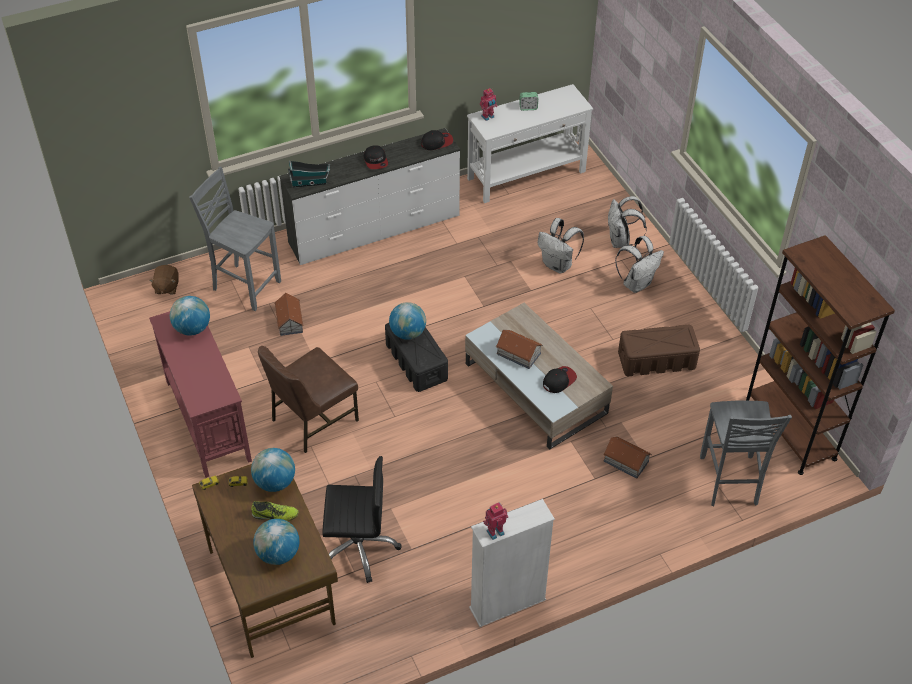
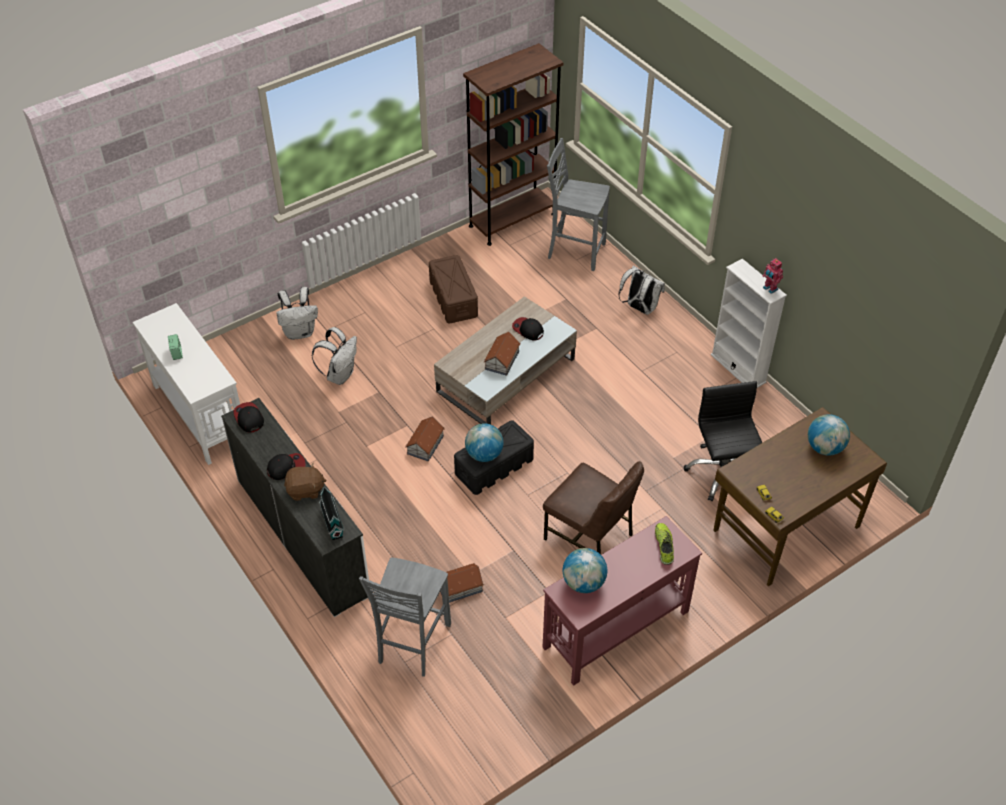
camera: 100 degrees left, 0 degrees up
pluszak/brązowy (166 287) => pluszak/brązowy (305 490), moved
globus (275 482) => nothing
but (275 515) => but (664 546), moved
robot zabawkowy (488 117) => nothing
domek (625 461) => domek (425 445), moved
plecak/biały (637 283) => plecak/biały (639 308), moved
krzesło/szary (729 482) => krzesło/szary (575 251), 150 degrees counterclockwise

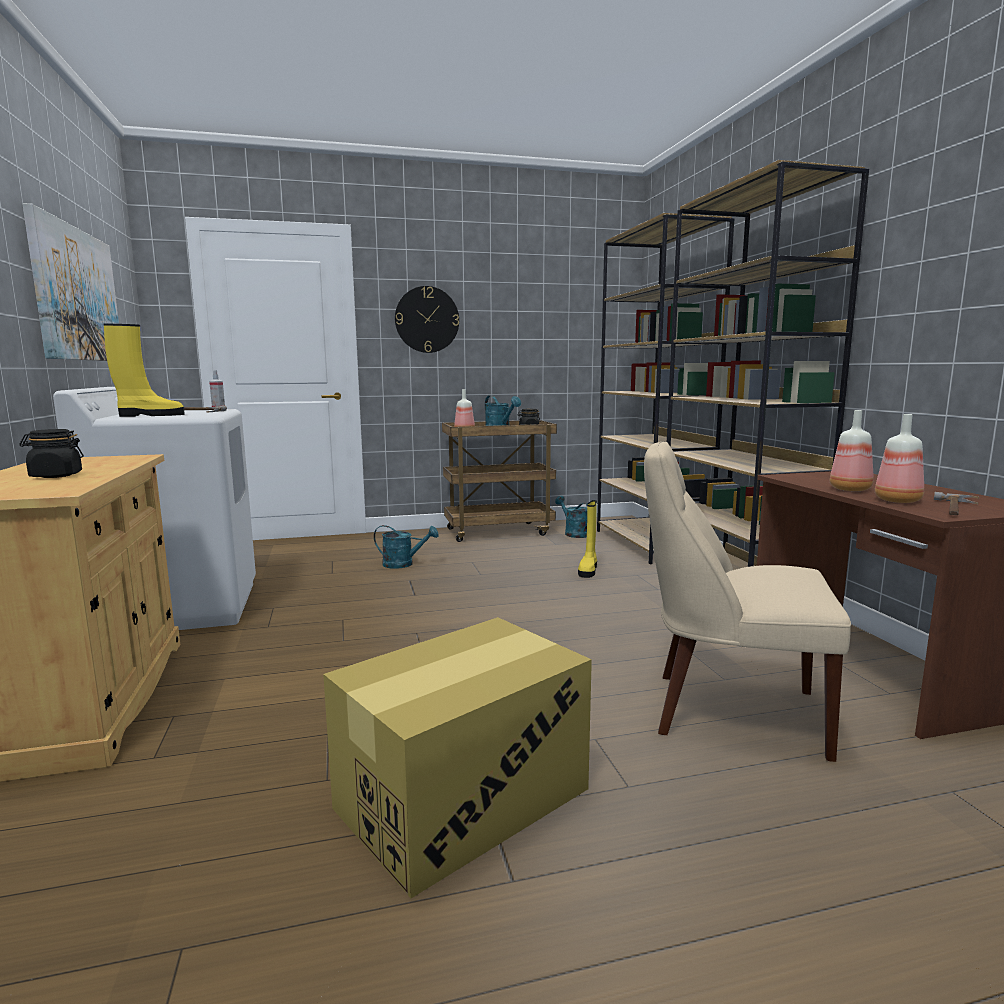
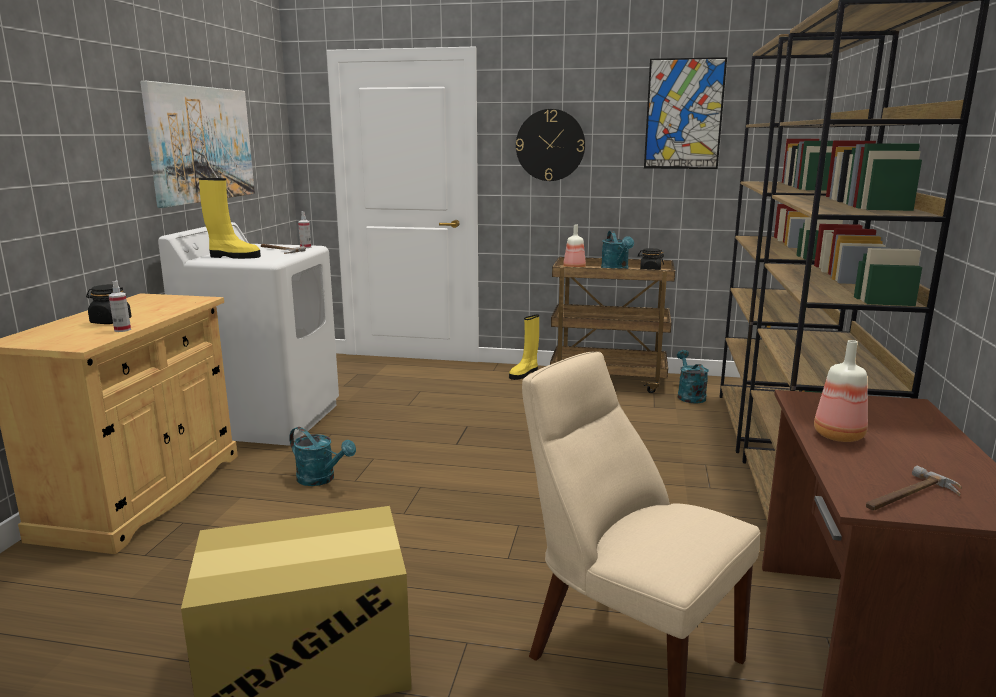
camera: 25 degrees right, 5 degrees up
konewka/turkusowy (403 564) => konewka/turkusowy (321 479), moved
but z cholewką/żółty (588 570) => but z cholewką/żółty (524 374), moved
butelka (899 500) => nothing
nothing => spryskiwacz (122 330)
nothing => obraz (684 114)

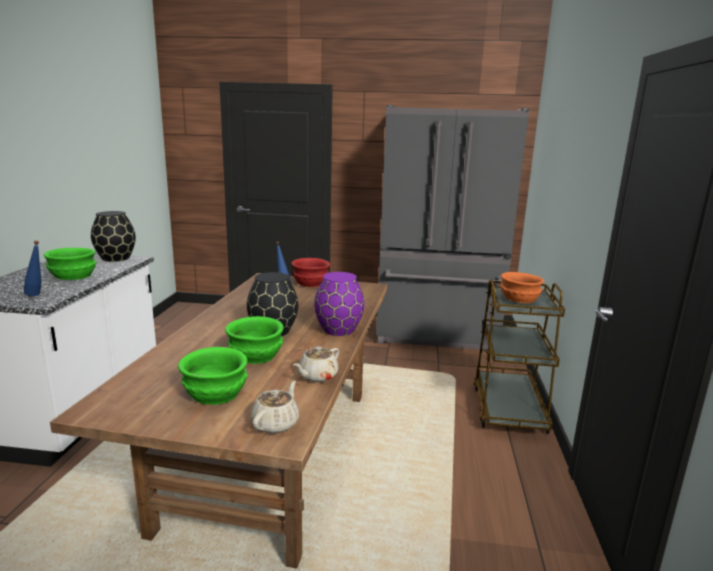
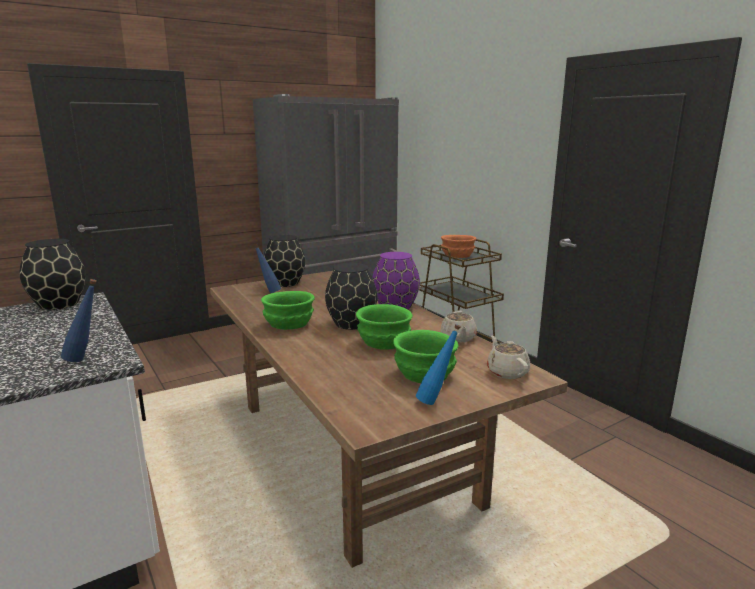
camera: 40 degrees left, 0 degrees up
miska/zielony (73 276) => miska/zielony (288 325), moved
miska/czerwony (310 283) => wazon/czarny (285 283)
nothing => butelka/niebieski (436 401)

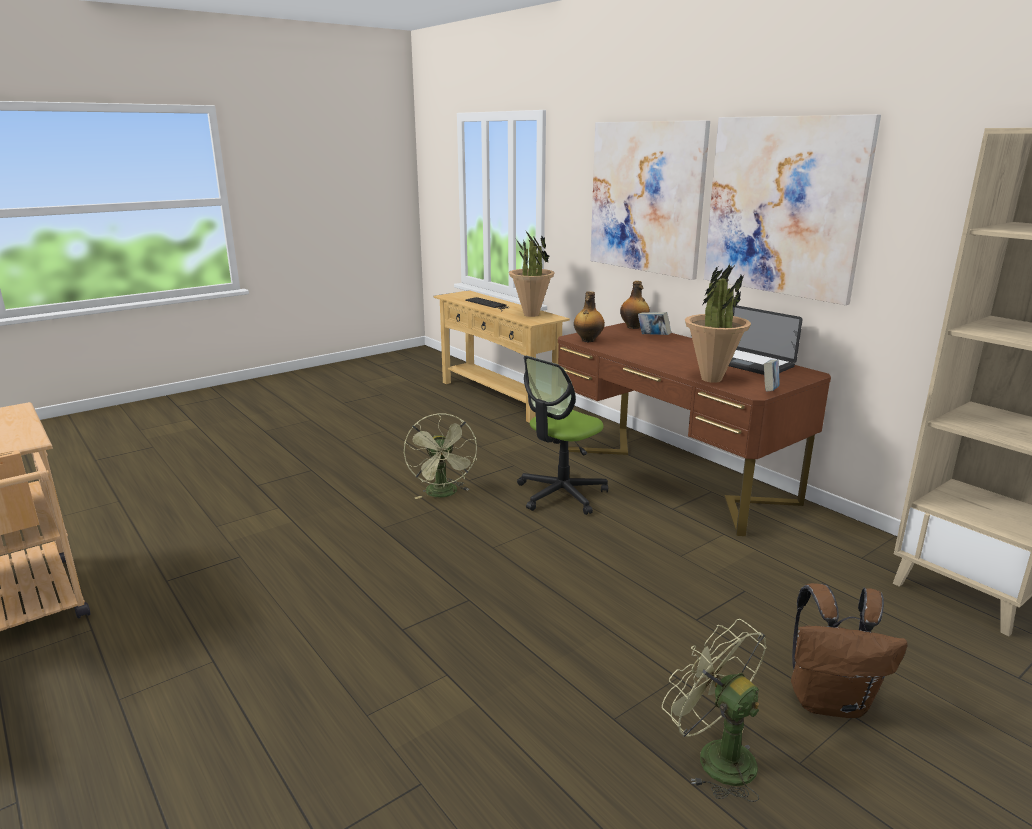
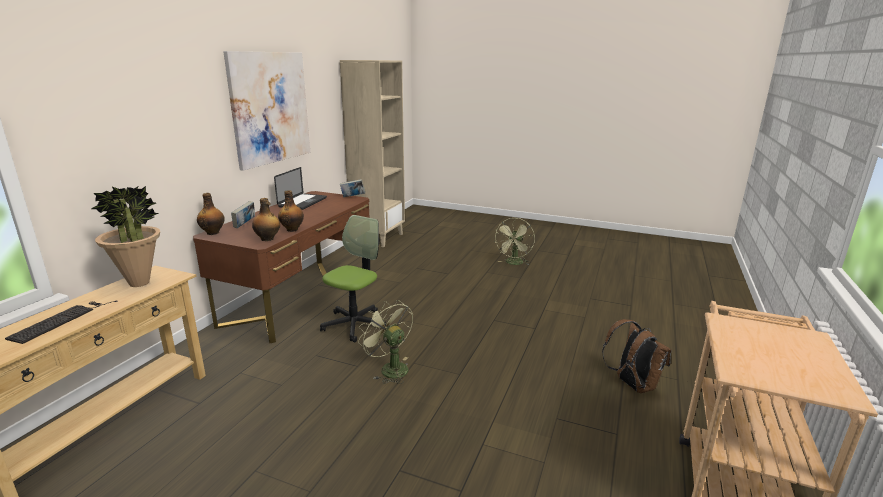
camera: 120 degrees left, 0 degrees up
wentylator/zielony (444 494) => wentylator/zielony (389 368), 90 degrees counterclockwise
krzesło biurowe (561 494) => krzesło biurowe (355 324), 75 degrees counterclockwise
obraz (646 197) => nothing
roślina doniczkowa (711 379) => nothing
plecak/brązowy (830 701) => plecak/brązowy (632 385), moved
nothing => butelka (292 229)

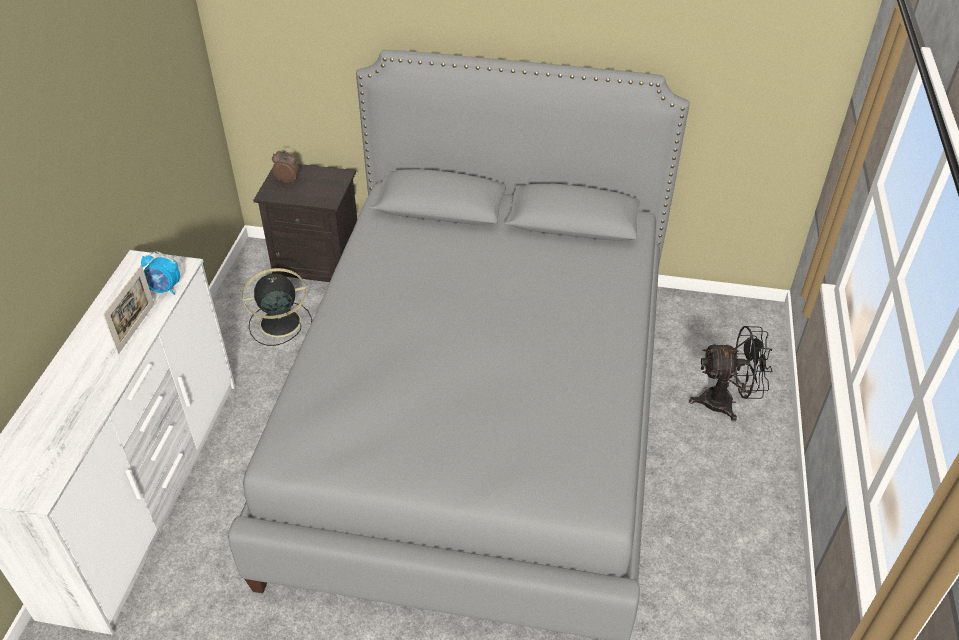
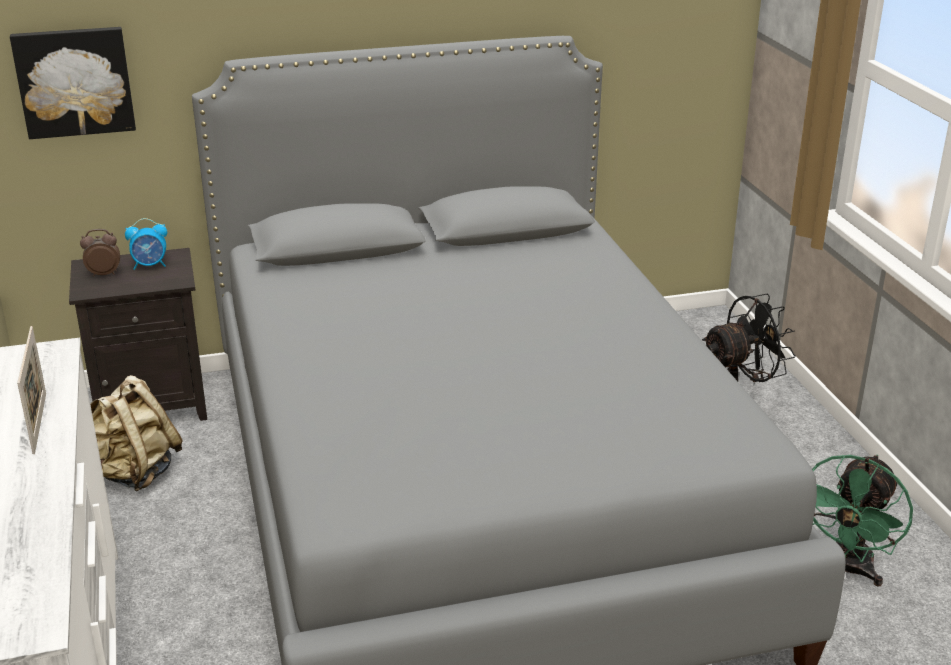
camera: 25 degrees left, 15 degrees down
budzik (165 289) => budzik (150 265), moved
wentylator/czarny (278 323) => plecak/beżowy (133 473)
nothing => obraz (74 81)
nothing => wentylator/zielony (846 569)

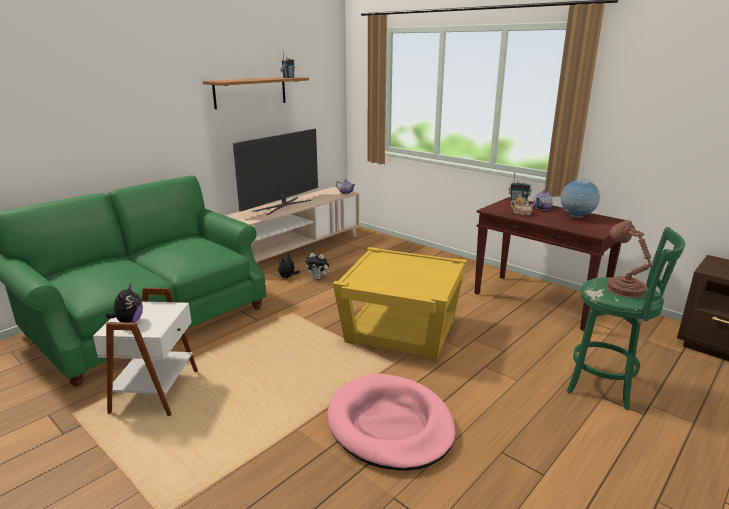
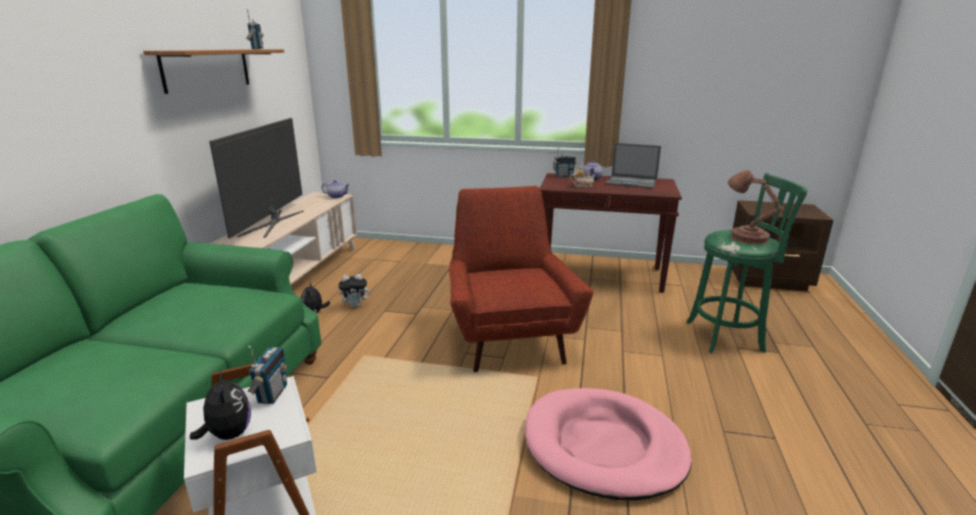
camera: 30 degrees left, 0 degrees up
stolik/żółty (401 331) => fotel/czerwony (509 340)
globus (576 217) => laptop (632 182)
nothing => radio (272 394)

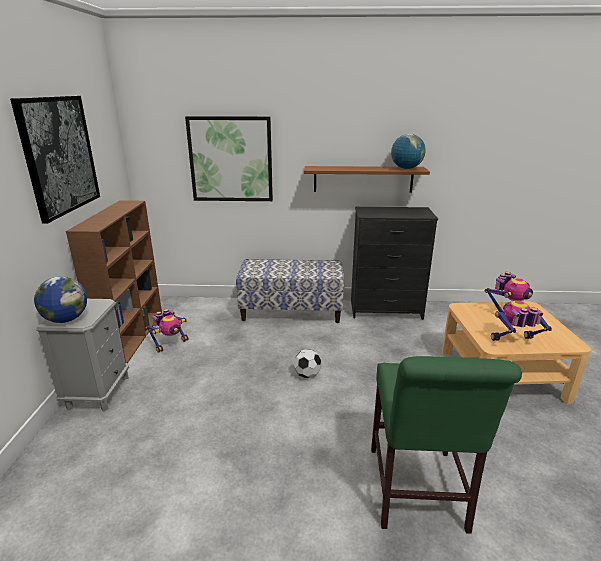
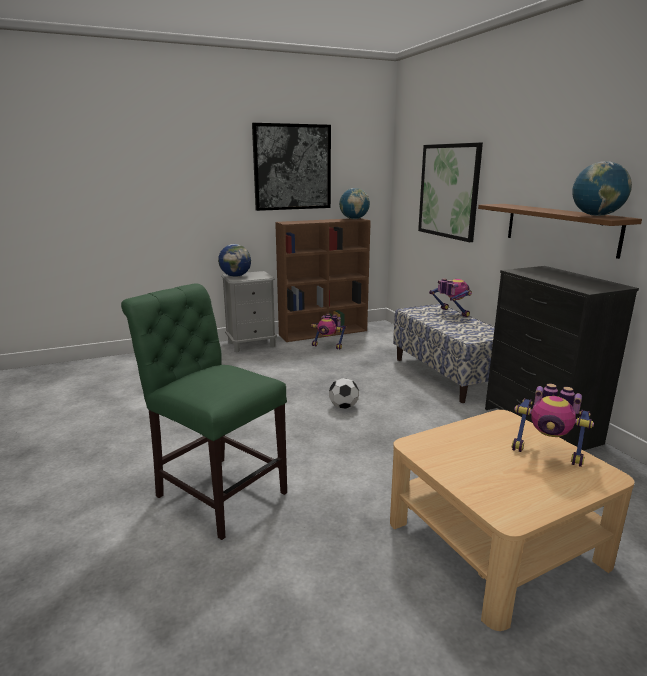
camera: 65 degrees right, 5 degrees down
krzesło/zielony (416 493) => krzesło/zielony (217 491), 60 degrees clockwise
robot zabawkowy (514 342) => robot zabawkowy (451 313), moved
nothing => globus (354 219)

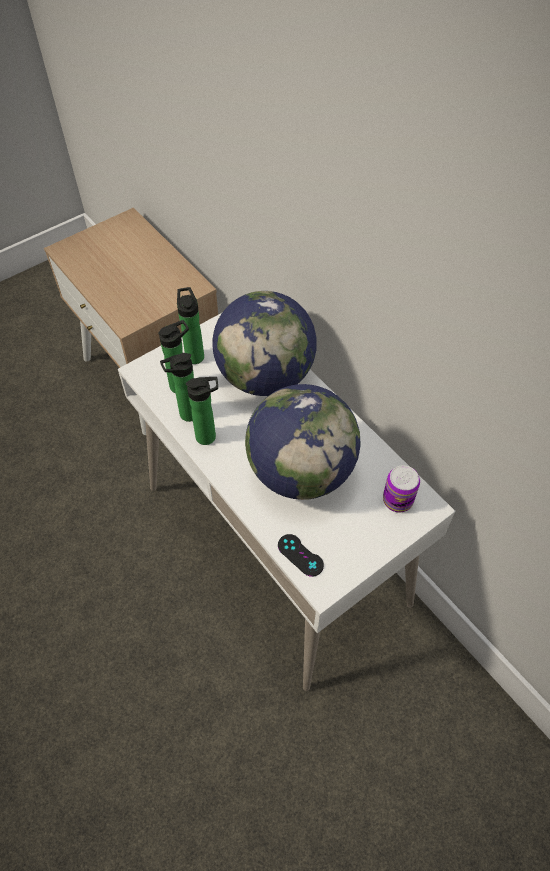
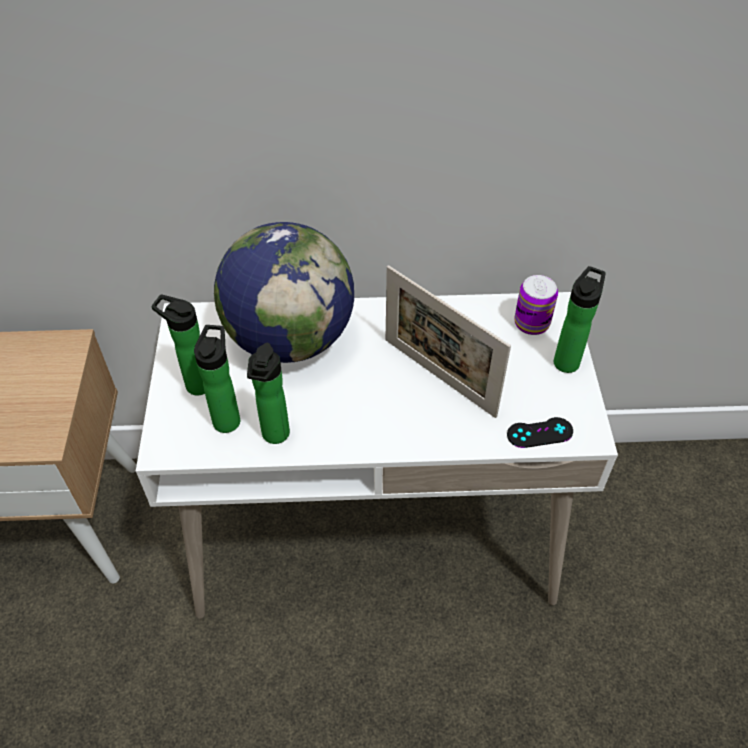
camera: 55 degrees left, 5 degrees down
butelka (209 436) => butelka (568 360), moved
globus (300 471) => ramka na zdjęcie (439 377)

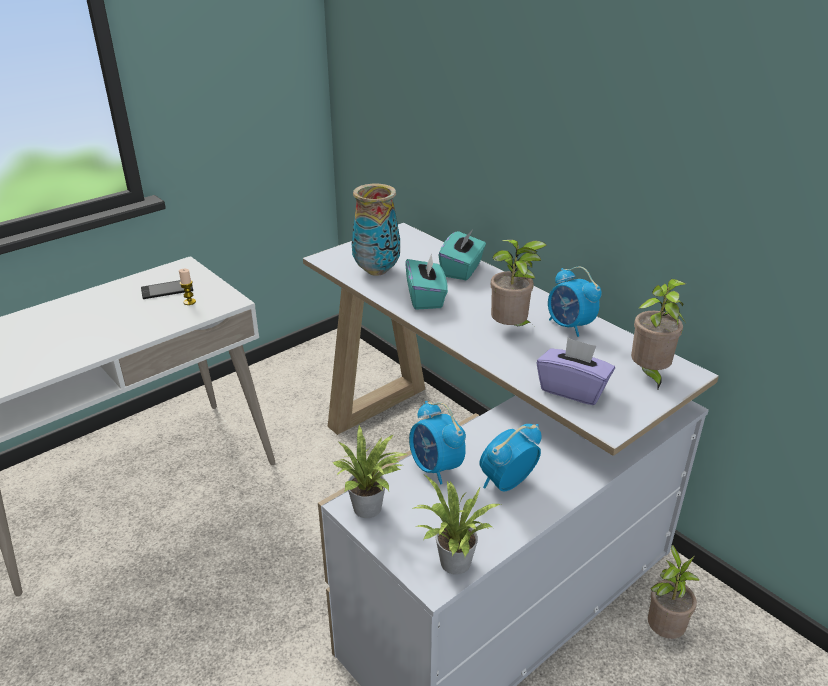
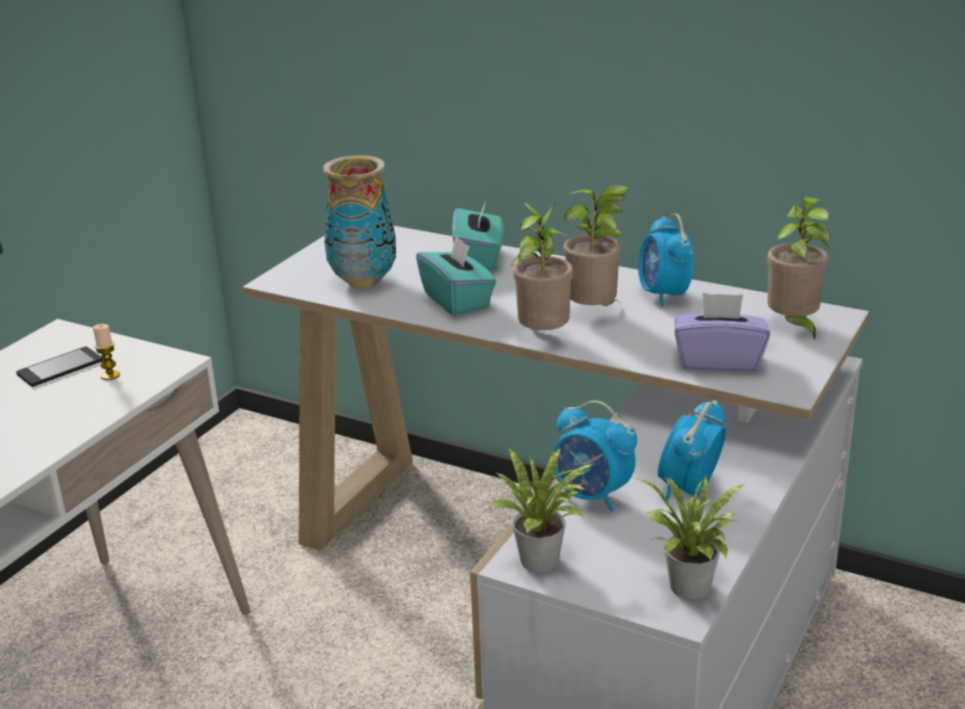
camera: 20 degrees left, 5 degrees down
budzik (569 326) => budzik (664 295), 45 degrees clockwise
roślina doniczkowa (663 630) => roślina doniczkowa (542 337), moved

